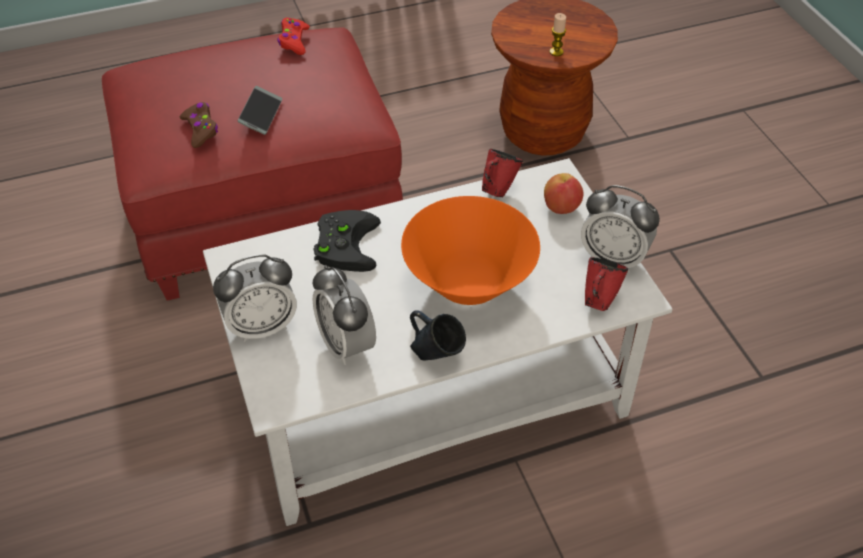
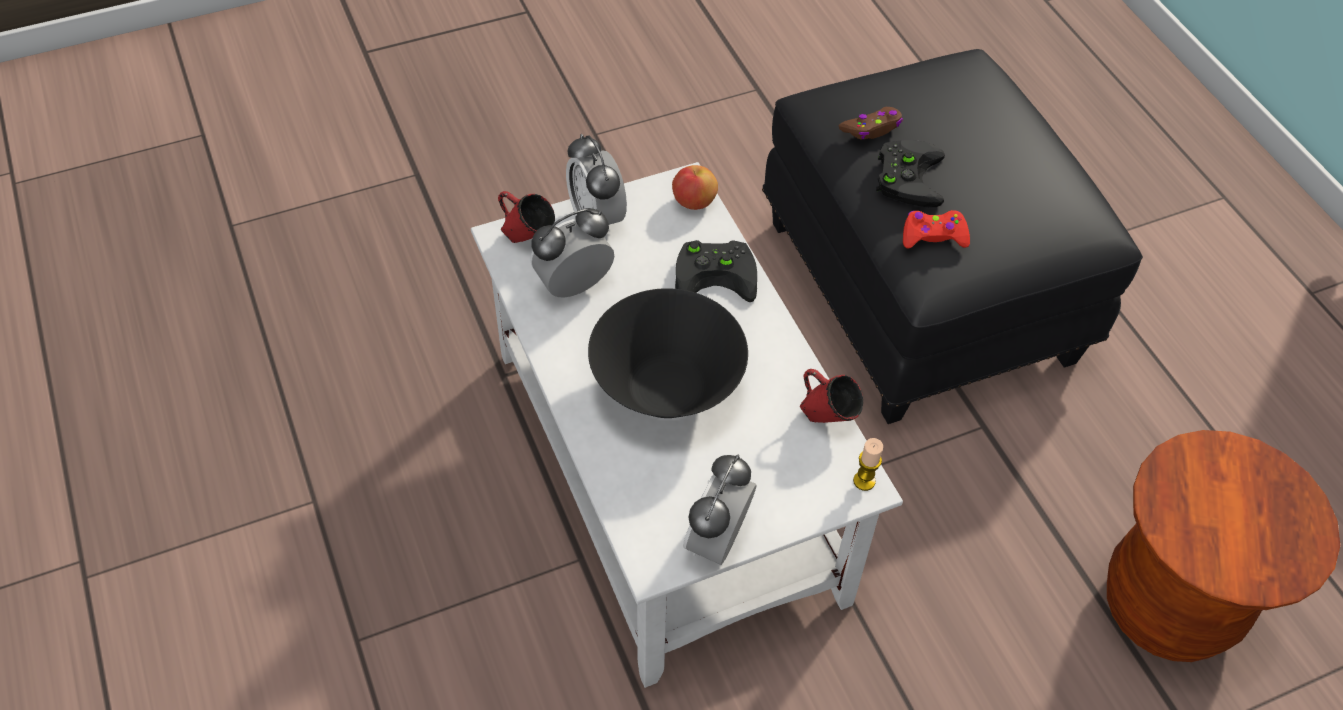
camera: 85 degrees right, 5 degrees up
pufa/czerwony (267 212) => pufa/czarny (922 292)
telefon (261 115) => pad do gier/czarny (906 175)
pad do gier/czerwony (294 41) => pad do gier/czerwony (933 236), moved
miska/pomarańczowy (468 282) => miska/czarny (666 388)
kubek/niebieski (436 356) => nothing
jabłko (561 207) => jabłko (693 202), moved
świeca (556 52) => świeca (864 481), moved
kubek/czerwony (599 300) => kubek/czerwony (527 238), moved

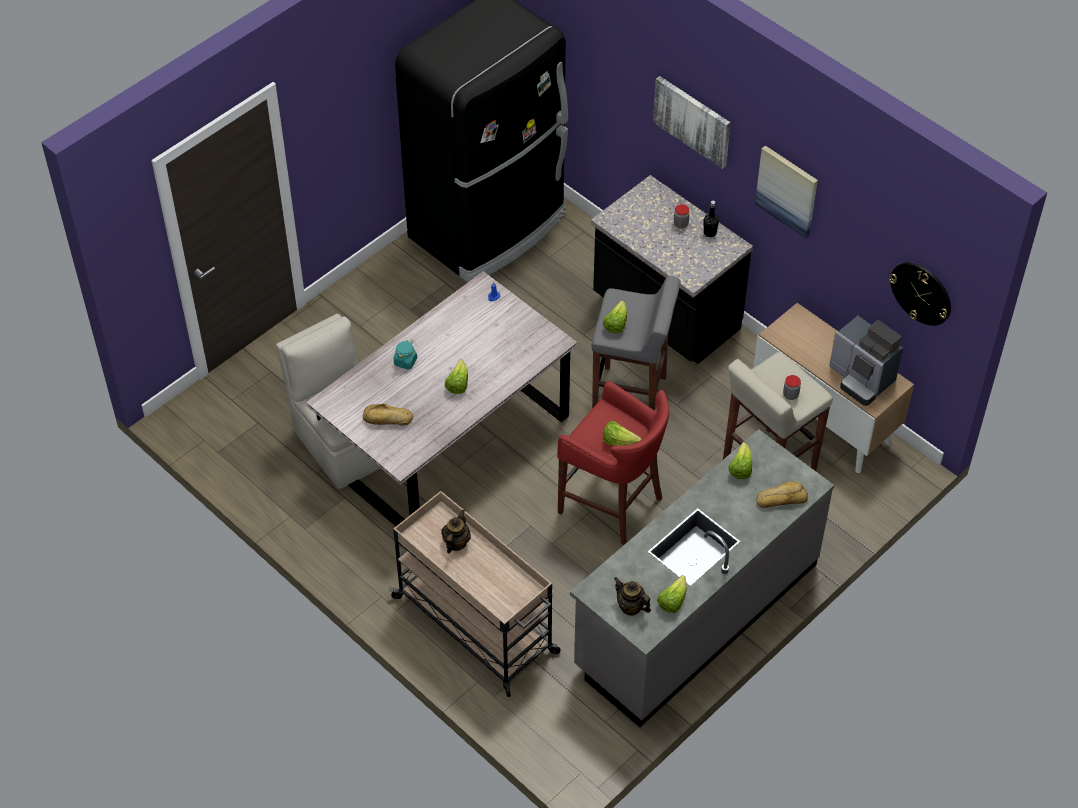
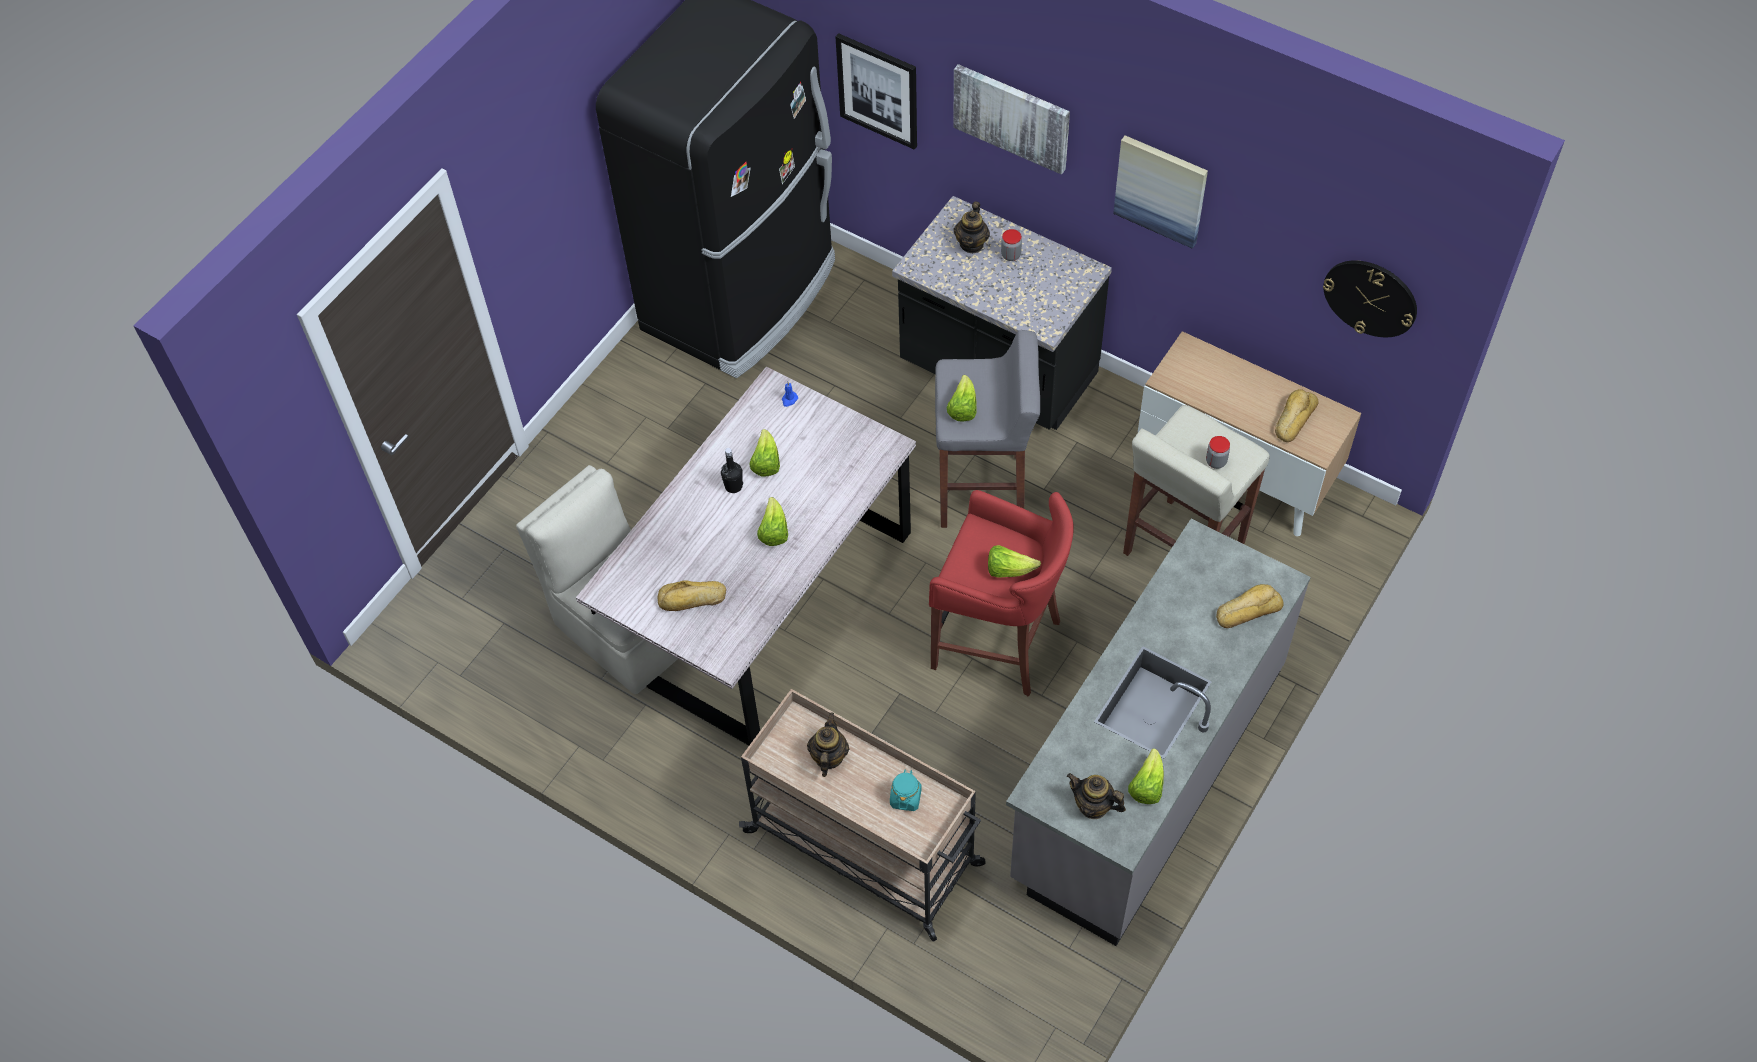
camera: 10 degrees left, 5 degrees up
słoik/turkusowy (405 361) => słoik/turkusowy (905 797), moved
butelka/czarny (710 233) => butelka/czarny (733 486), moved
sałata (740 468) => sałata (766 463), moved
ekspres do kawy (861 378) => chleb (1293 418)
nothing => obraz (878 90)
nothing => imbryk (972 244)

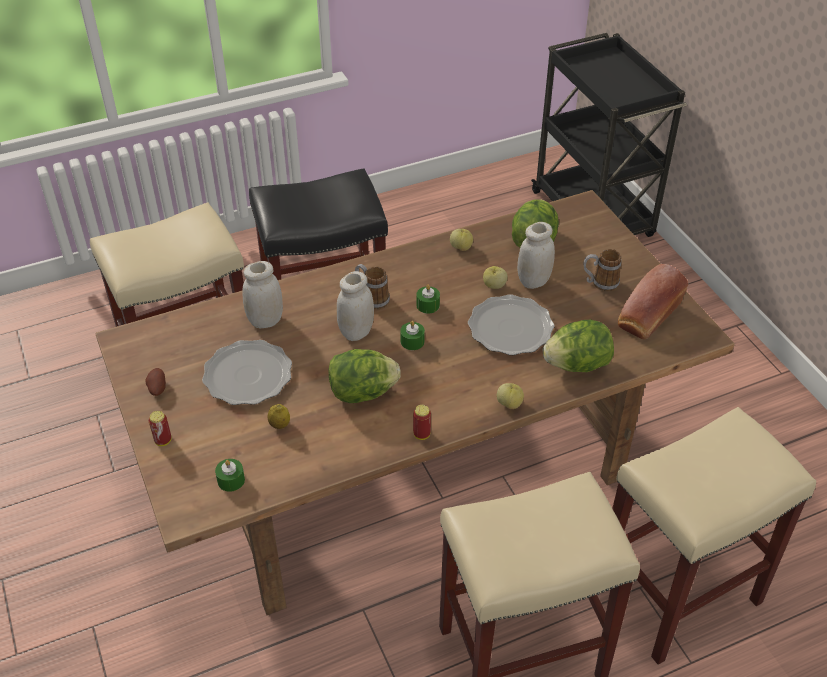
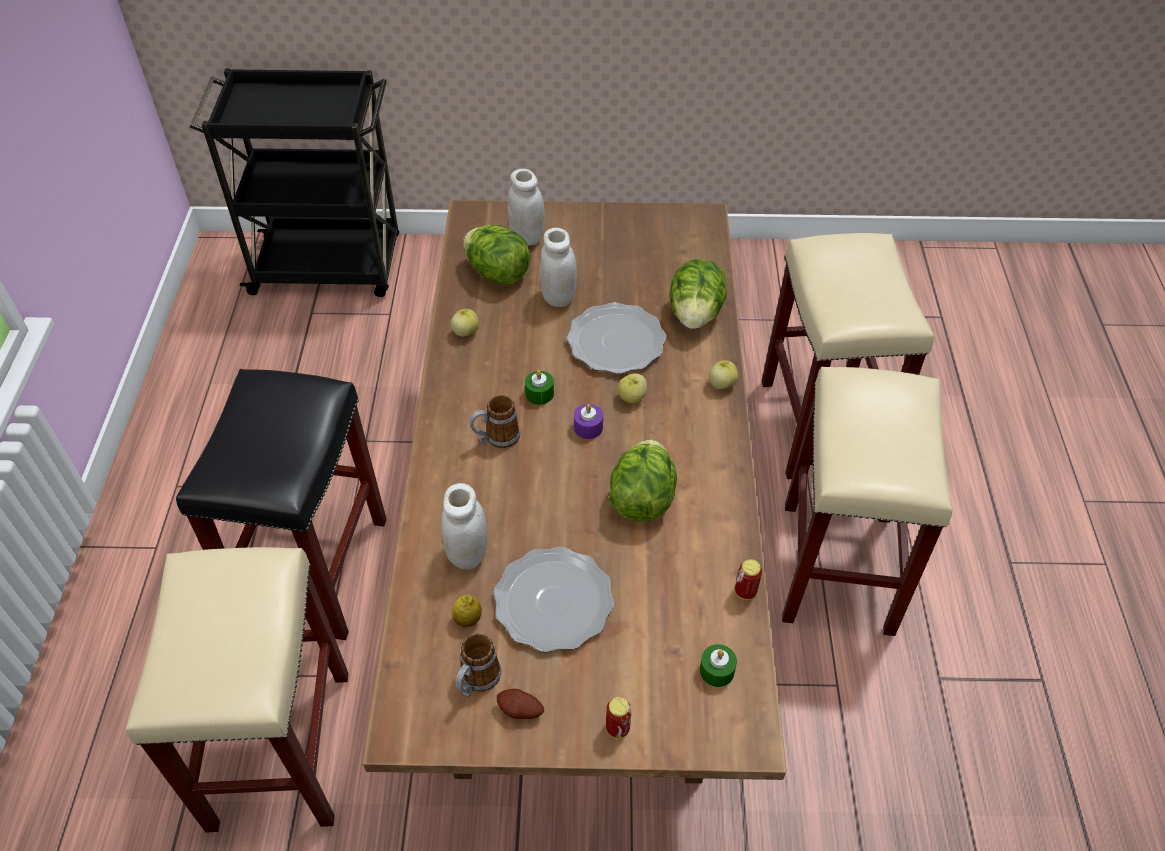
camera: 65 degrees left, 5 degrees up
cytryna (279 425) => cytryna (468 619), moved
słoik/biały (356 332) => słoik/biały (527 237), moved
świeca/zielony (412 341) => świeca/fioletowy (588 427)
puszka (421 434) => puszka (745 592), moved
jabłko (494 286) => jabłko (632 398), moved
kubek (599 283) => kubek (476 681), moved
chleb (647 316) => nothing

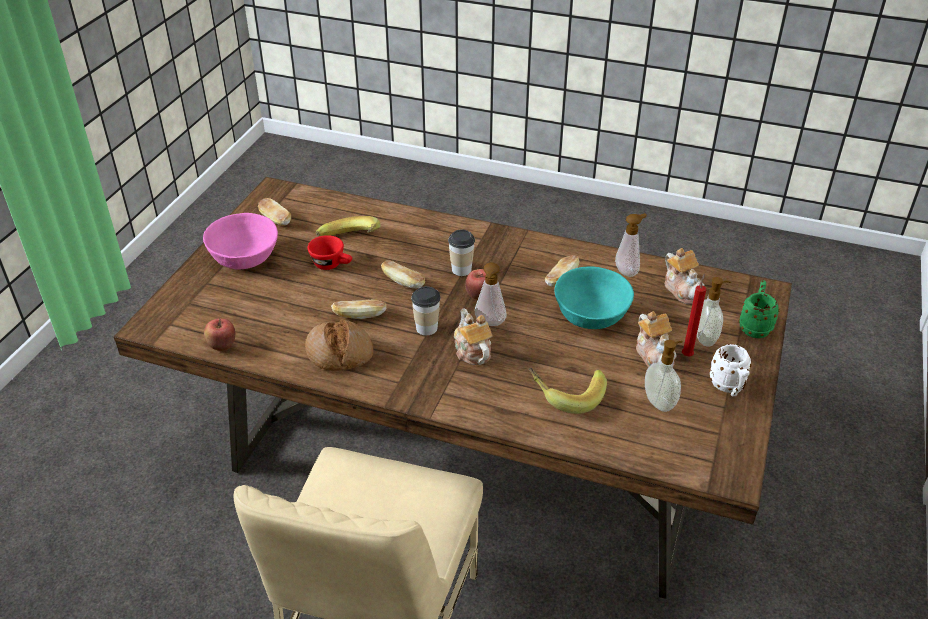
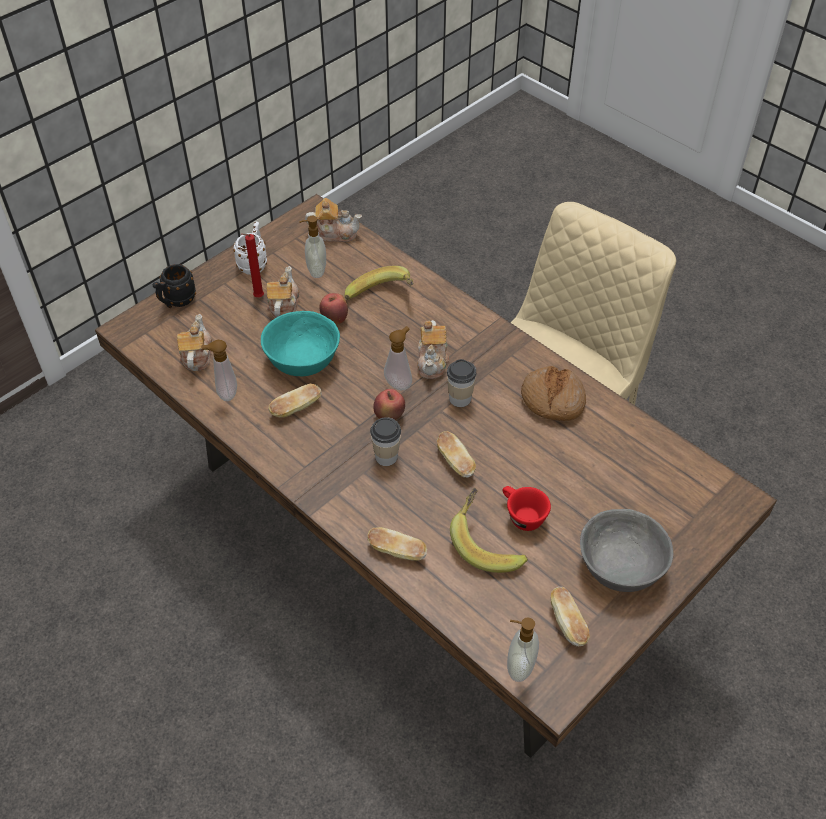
camera: 155 degrees left, 10 degrees up
miska/różowy (245 258) => miska/szary (620 566)
jabłko (222 347) => jabłko (334 319), moved
chleb (359 316) => chleb (397 551), moved
dozownik mydła (705 338) => dozownik mydła (519 666), moved
kubek/zielony (755 326) => kubek/czarny (176 301)
nothing => imbryk (335 233)

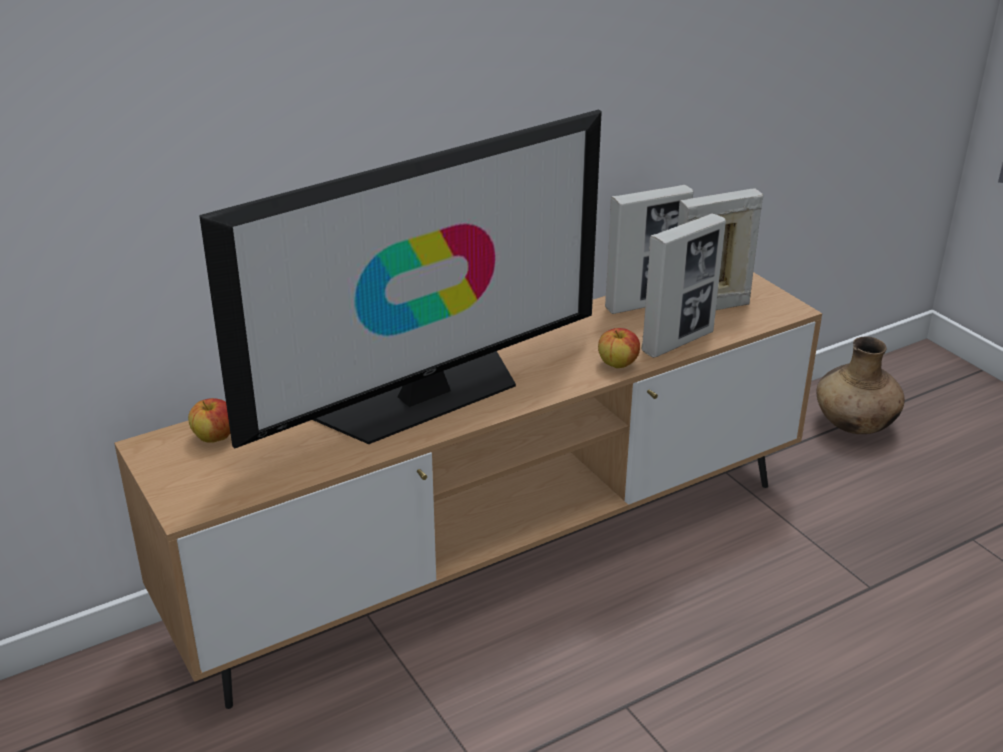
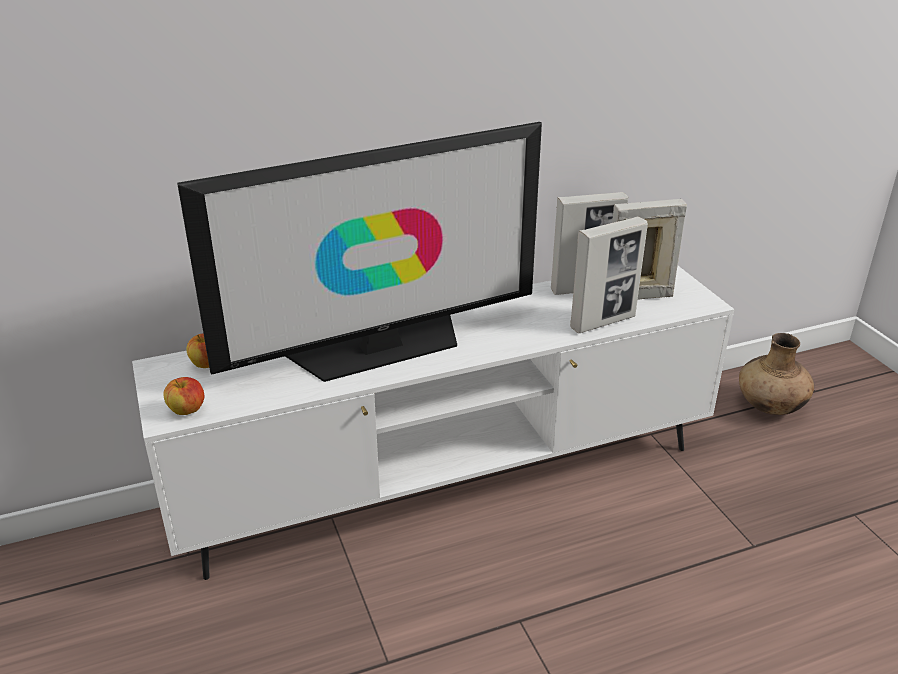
camera: 10 degrees right, 0 degrees up
szafka pod telewizor/brązowy (499 557) => szafka pod telewizor/biały (447 483)
jabłko (618 364) => jabłko (187 410), moved

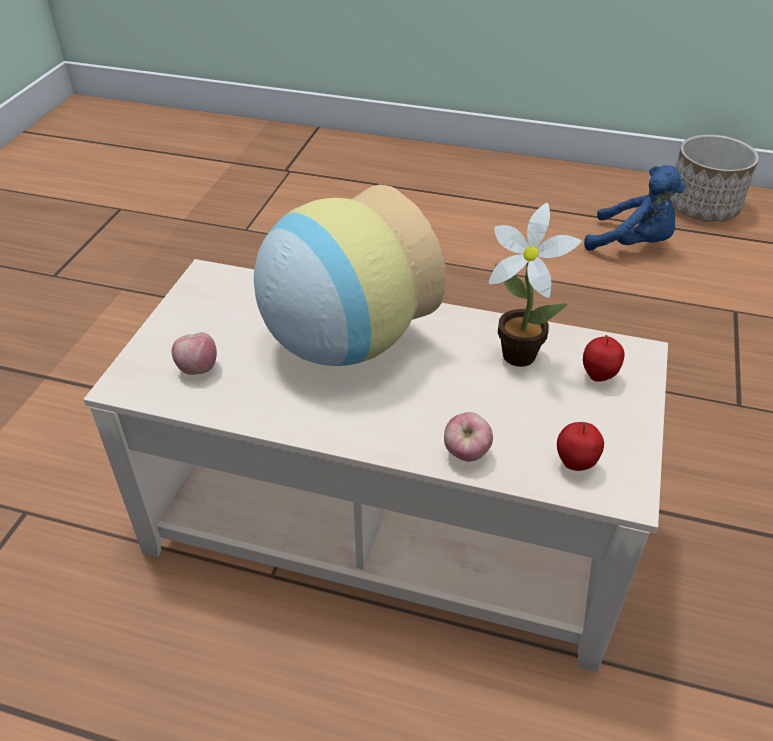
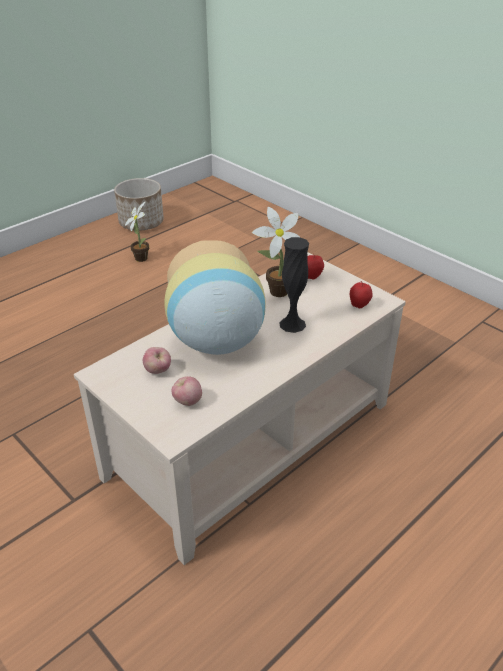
camera: 60 degrees left, 5 degrees down
jabłko (466 454) => jabłko (158 371), moved
pluszak/niebieski (632 244) => roślina doniczkowa (141 257)
nothing => wazon/czarny (292 324)

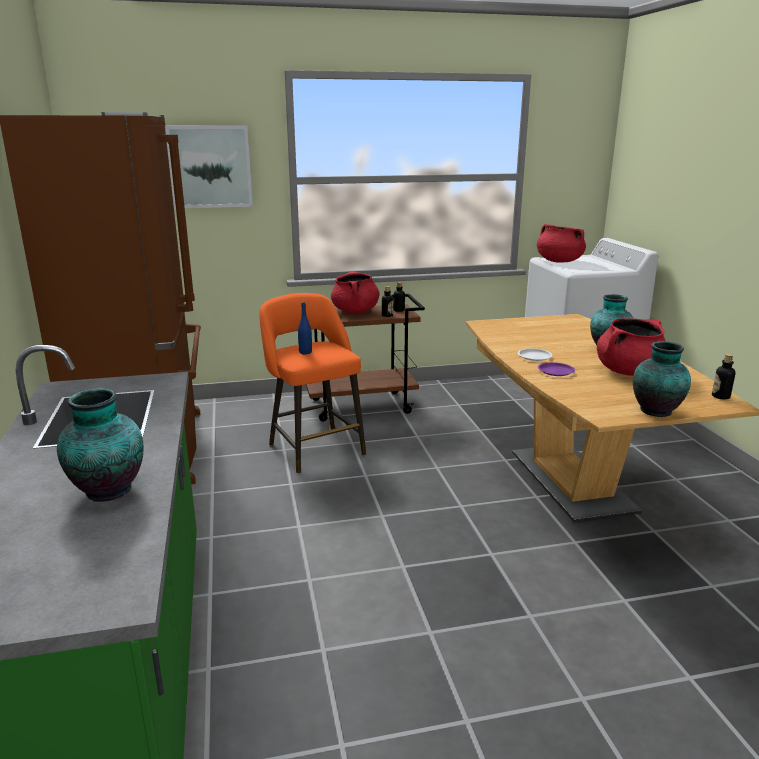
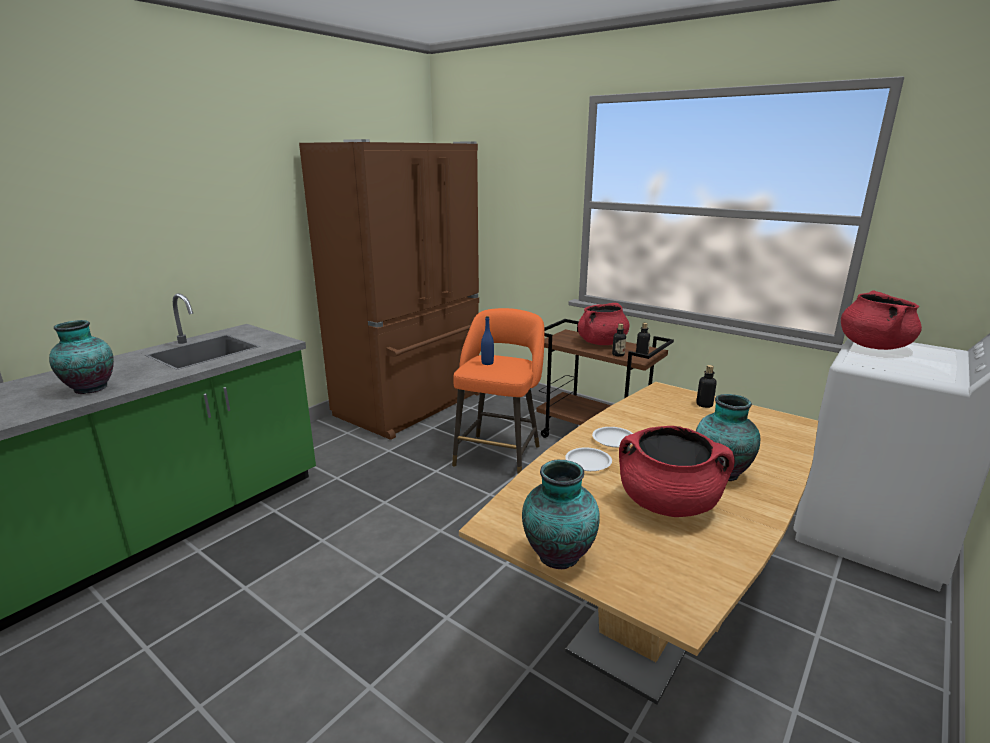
camera: 50 degrees right, 0 degrees up
obraz (210 167) => nothing
talerz/fioletowy (555 371) => talerz/biały (588 462)
butelka (720 396) => butelka (704 405), moved

